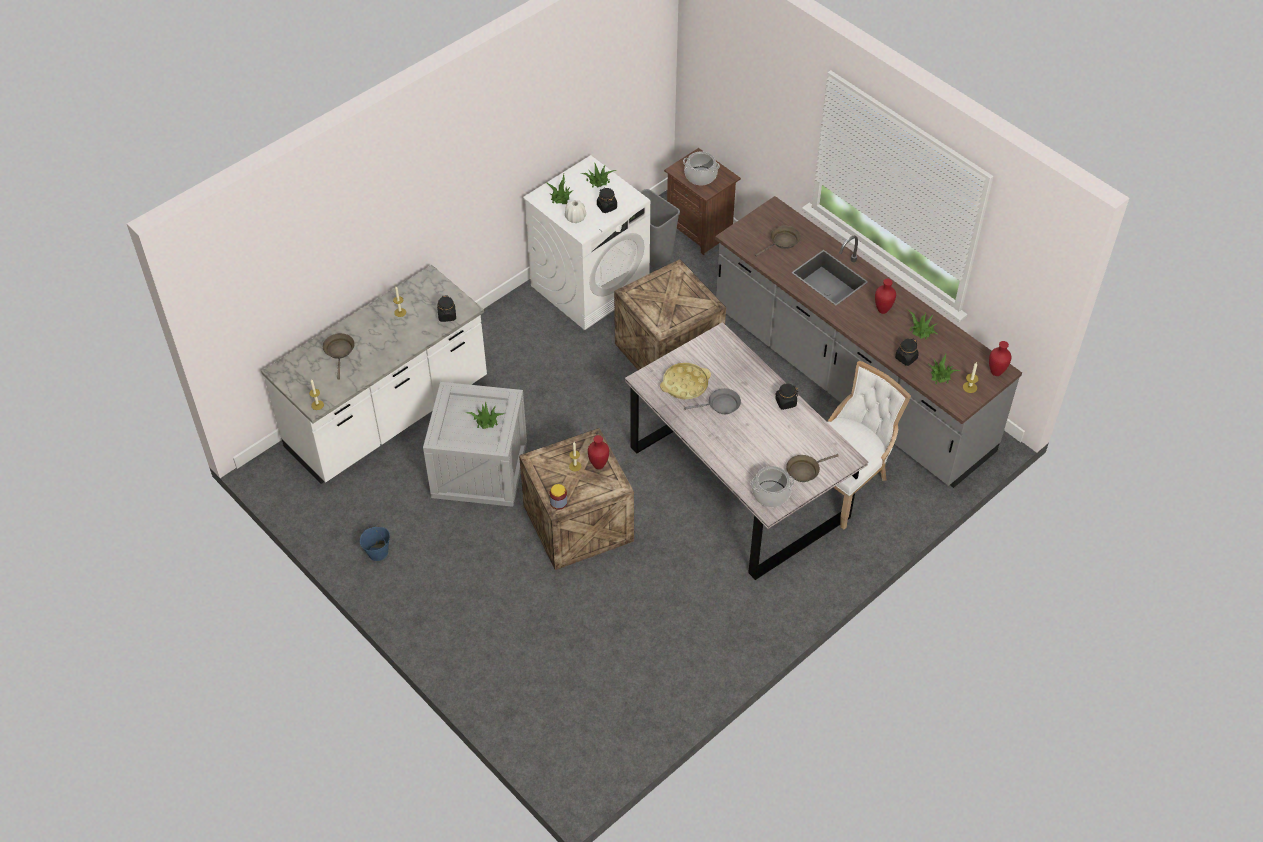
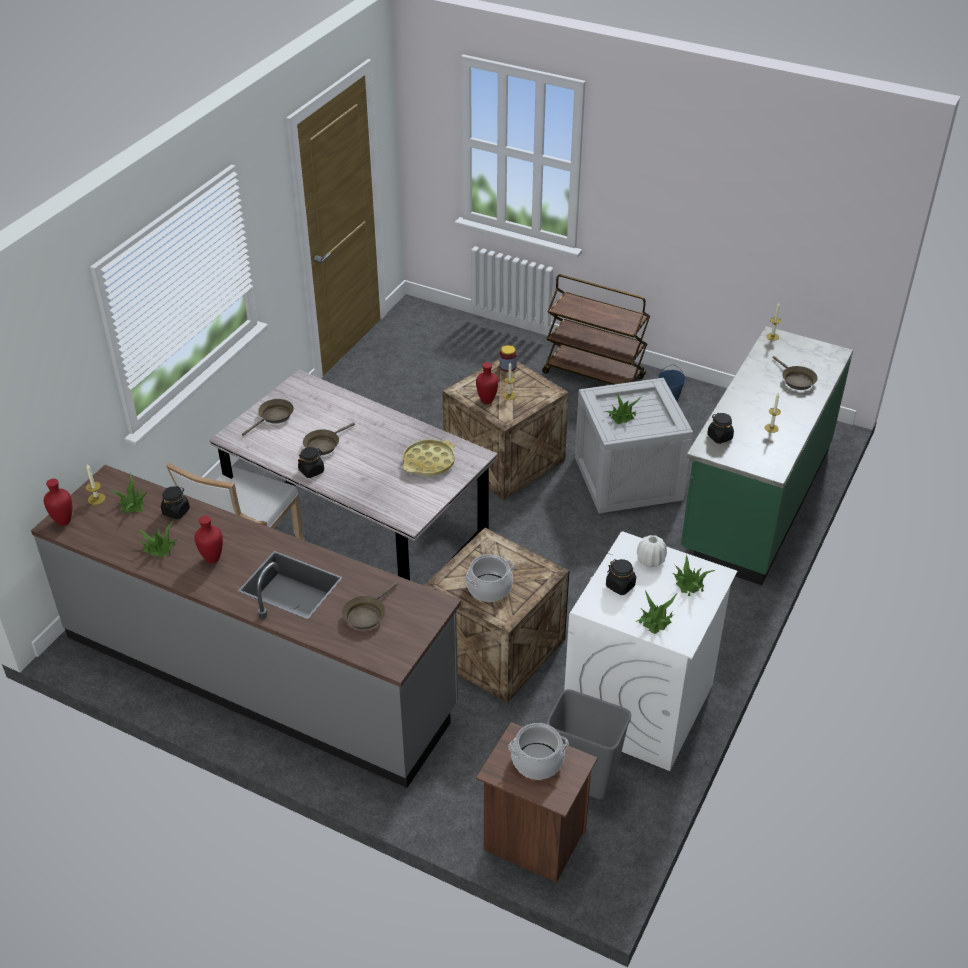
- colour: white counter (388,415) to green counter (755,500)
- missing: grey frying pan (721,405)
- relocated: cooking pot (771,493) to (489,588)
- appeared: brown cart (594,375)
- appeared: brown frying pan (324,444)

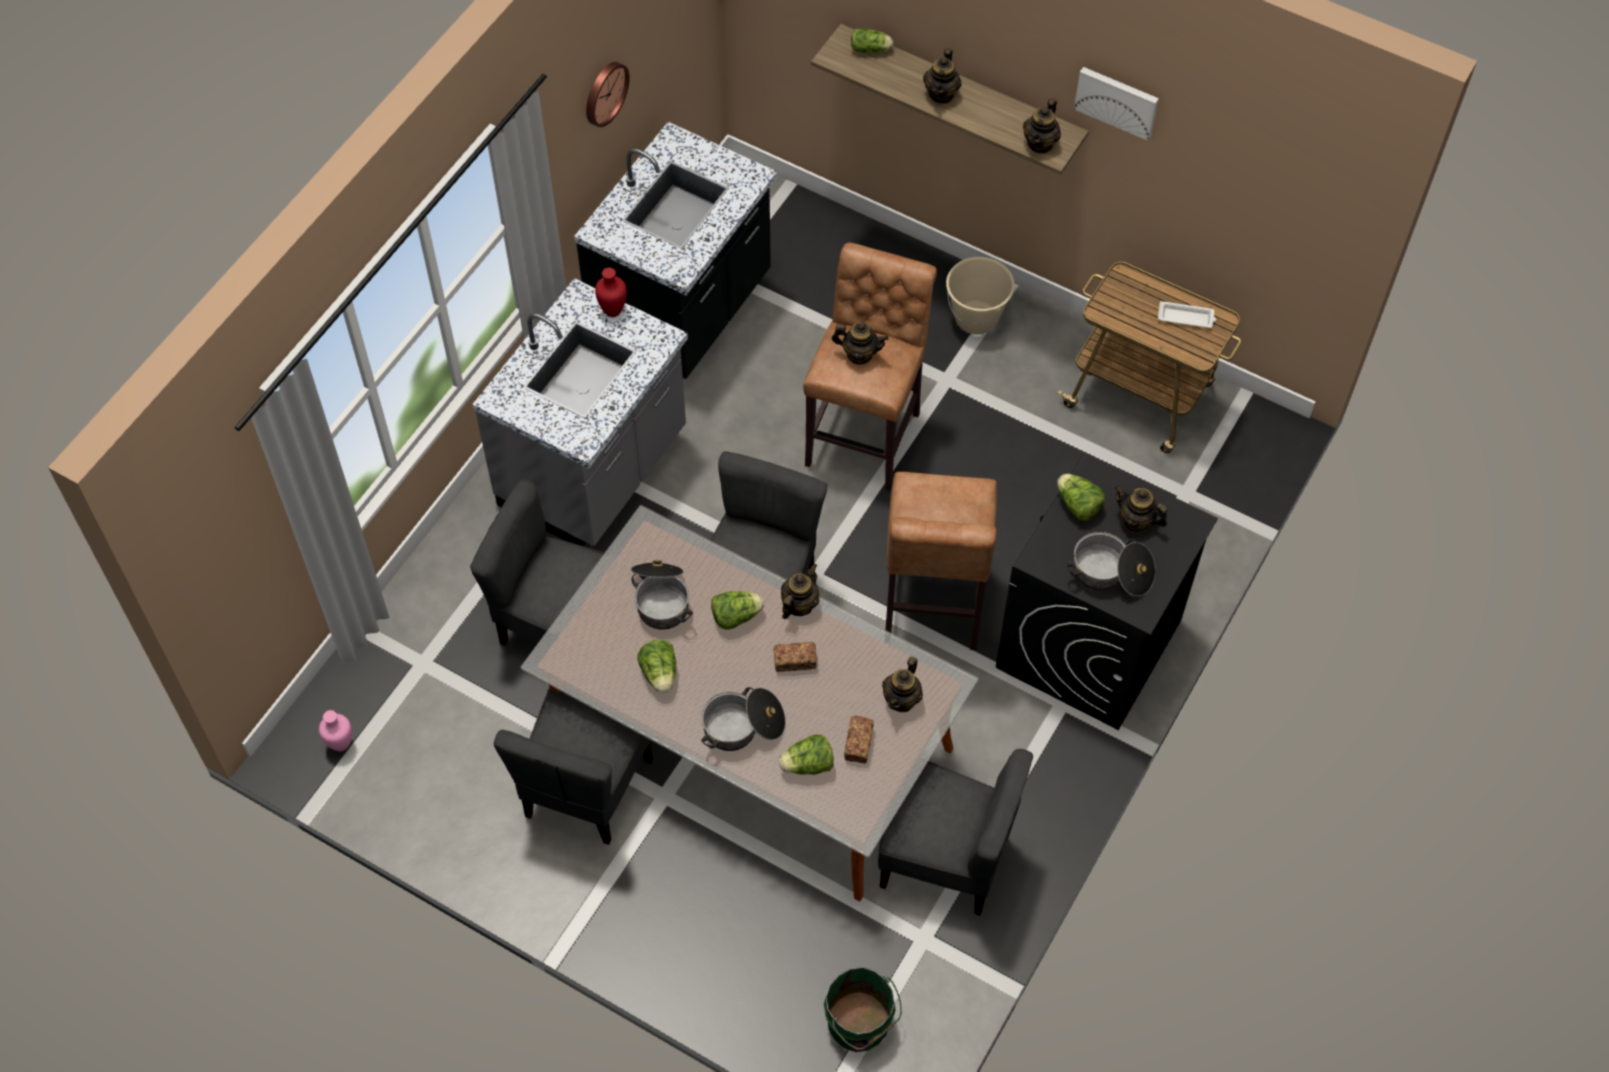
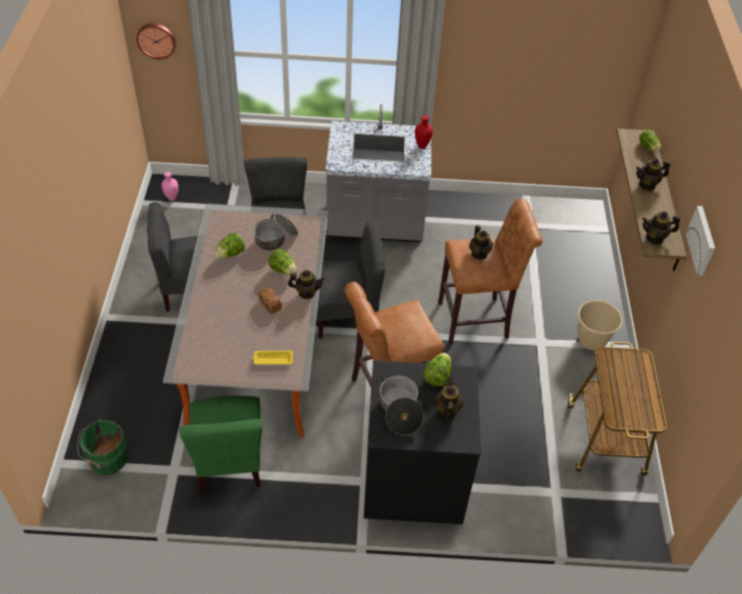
- relocated: wall clock (604,93) to (156,40)
- missing: black counter (684,313)
- missing: white tray (1186,318)
- exchanged: teapot (902,699) to yellow tray (272,359)
- missing: cooking pot (743,727)
- missing: bread (858,744)
- missing: lettuce (808,765)
- colour: grey chair (946,859) to green chair (229,461)

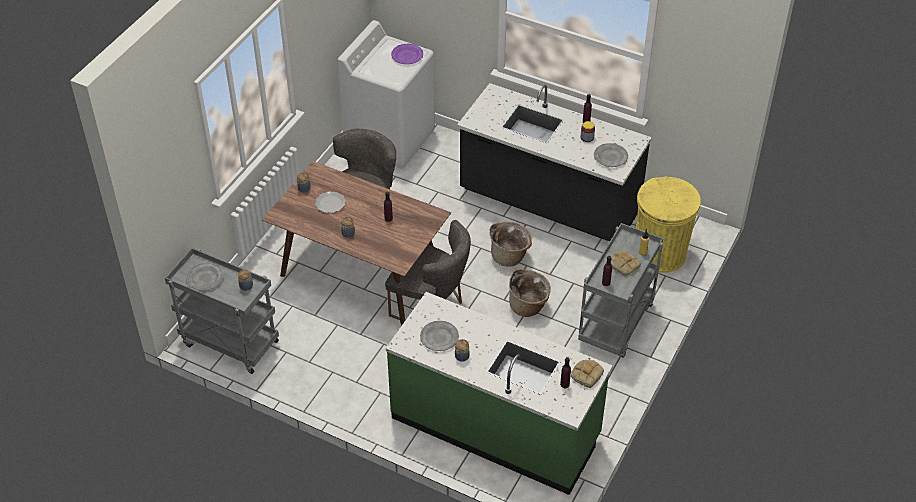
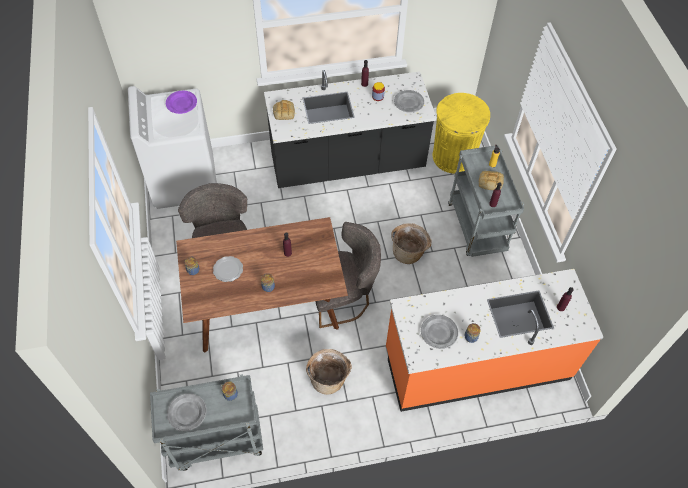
- relocated: basket (510,256) to (329,378)
- colour: green counter (496,427) to orange counter (476,363)
- relocated: bread (586,374) to (283,112)

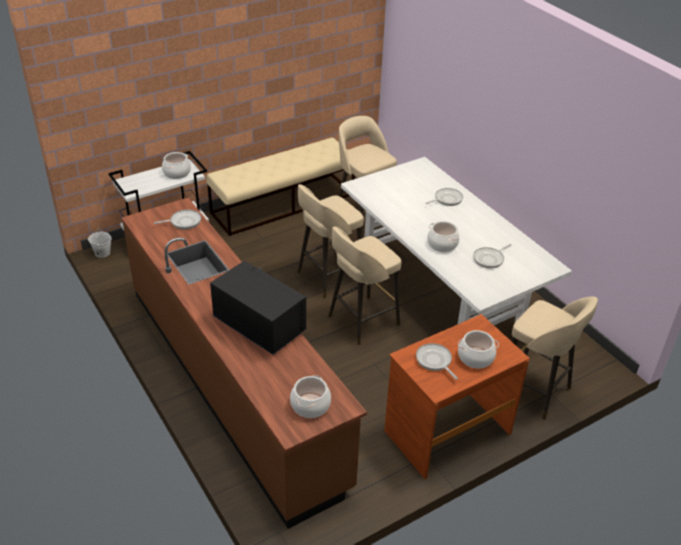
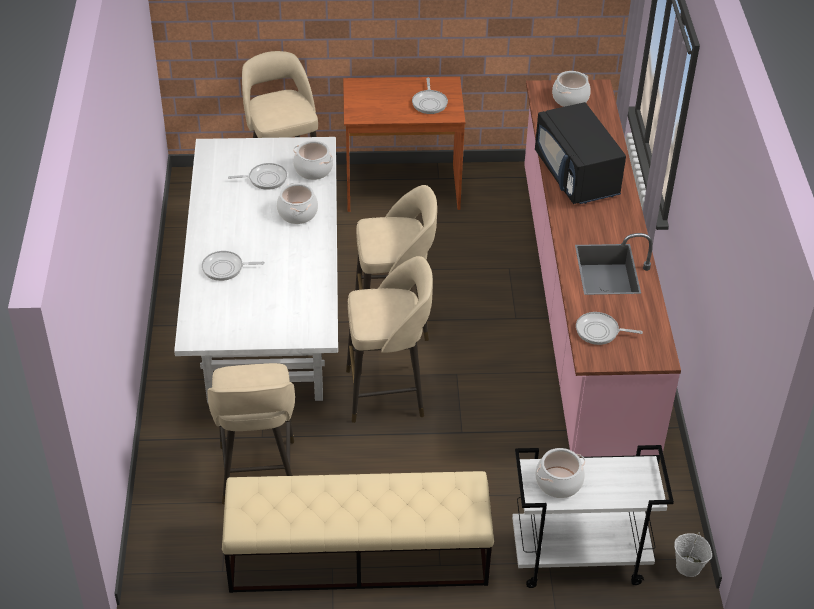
- colour: brown counter (234,382) to pink counter (581,306)
- relocated: cooking pot (475,357) to (313,169)

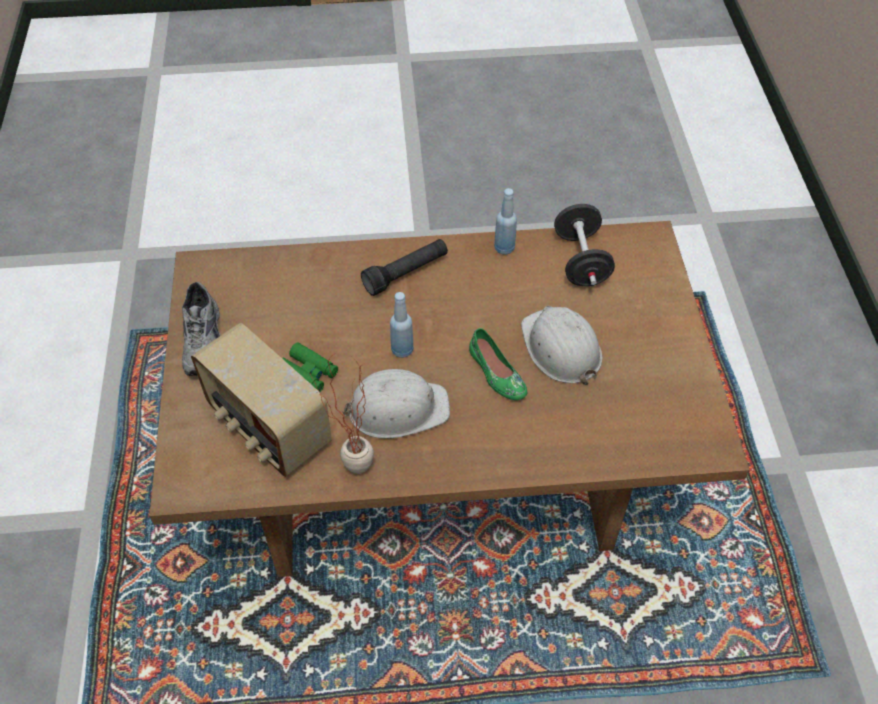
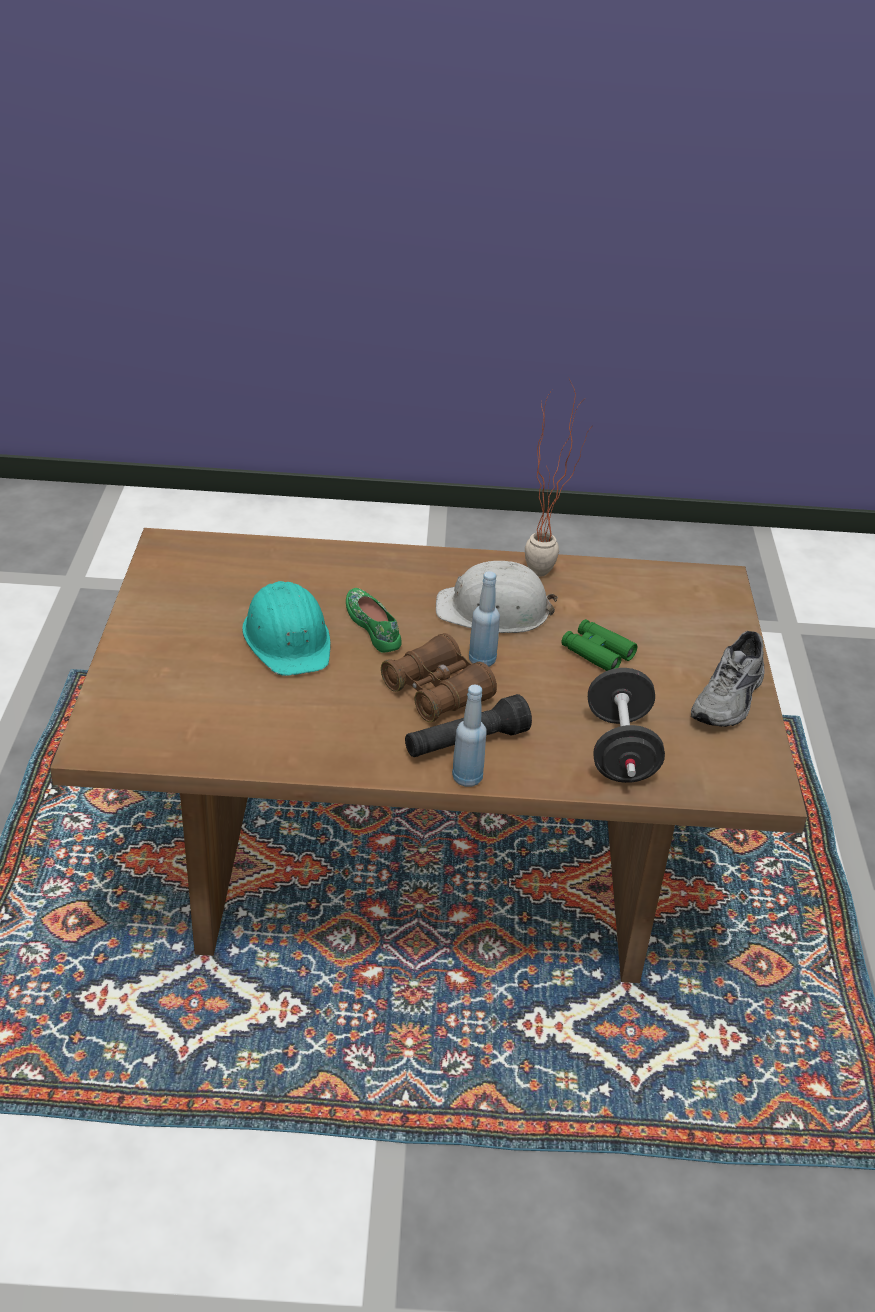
- relocated: blue bottle (504,248) to (467,778)
- relocated: black dumbbell (581,261) to (620,750)
- spun: grey shoe (205,340) = (730,699) 150 degrees counterclockwise
- colour: white hard hat (560,348) to turquoise hard hat (288,639)
- missing: radio (267,427)
- appeared: brown binoculars (437,692)

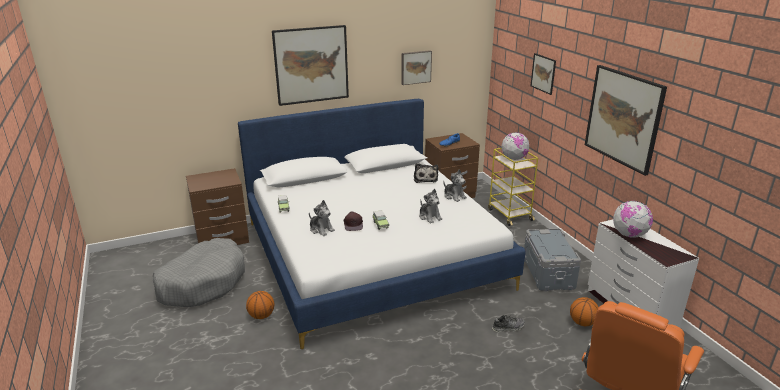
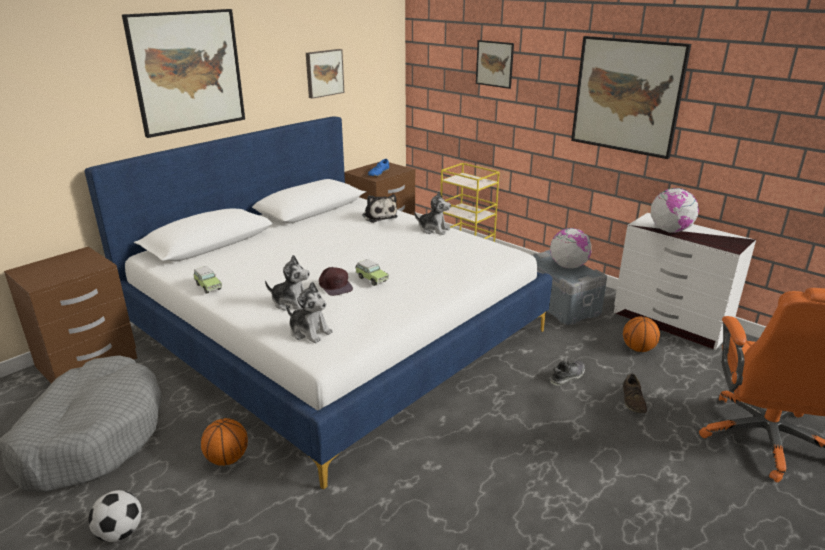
- relocated: globe (514,158) to (568,266)
- relocated: plush toy (429,217) to (309,332)
- appeared: brown shoe (633,400)
- appeared: football (120,533)

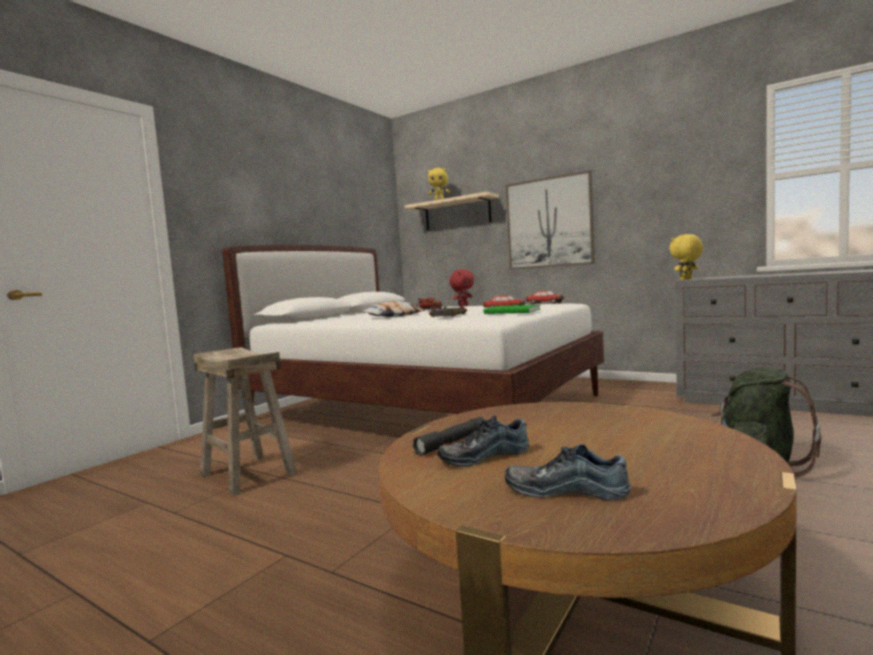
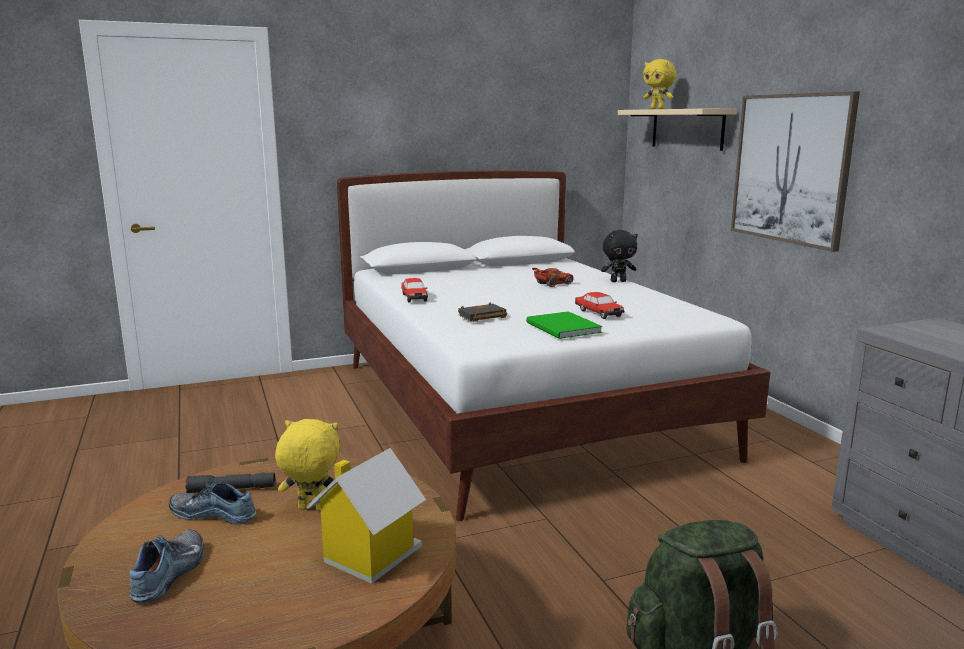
- relocated: yellow plush toy (686,279) to (311,509)
- colour: red plush toy (463,306) to black plush toy (618,281)
- relocated: toy car (544,303) to (414,297)
- missing: pillow (393,316)
- missing: beige stool (248,473)
- spun: shoe (566,489) = (171,573) 45 degrees clockwise
- appeared: toy house (369,555)

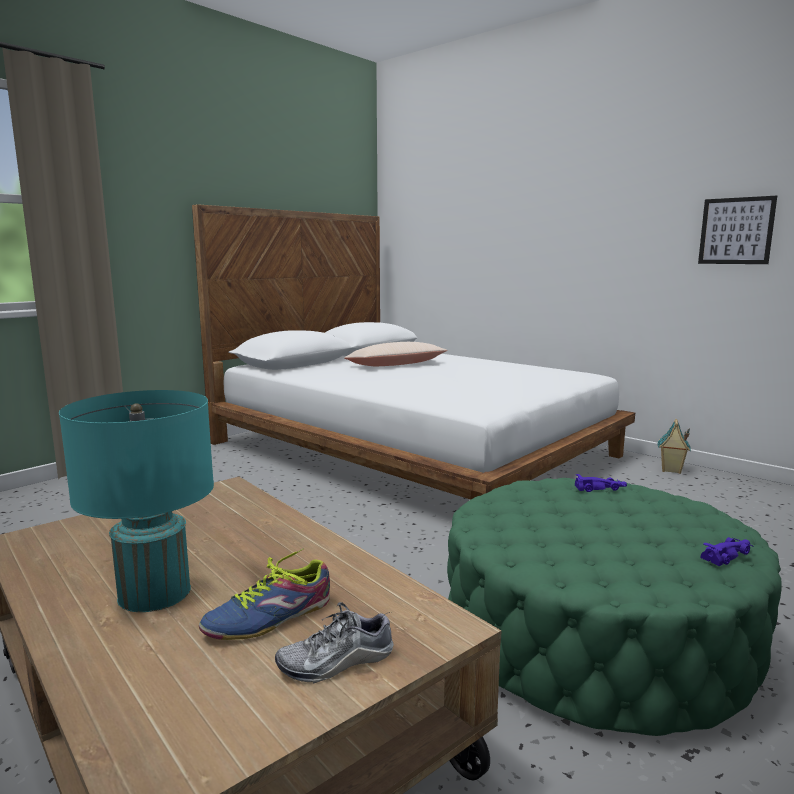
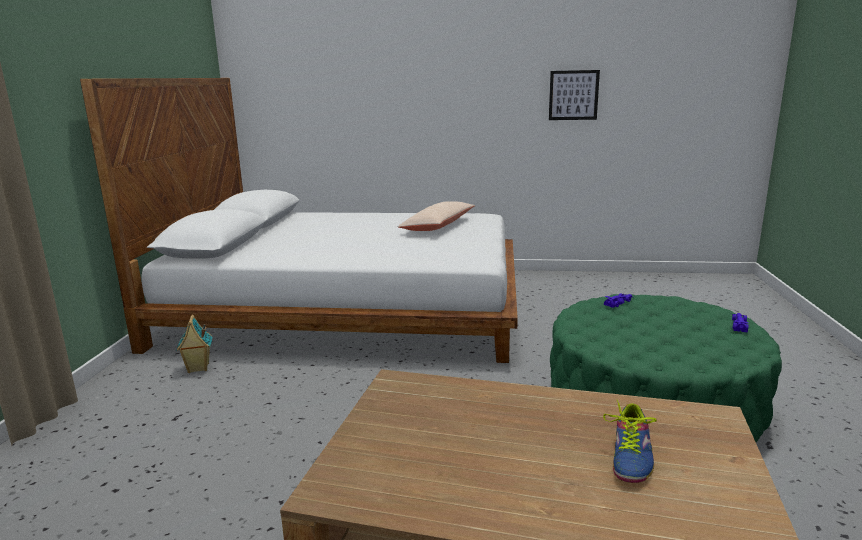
- relocated: beige pillow (395,365) to (438,226)
- missing: turquoise table lamp (154,593)
- relocated: toy house (671,470) to (198,368)
- missing: shoe (336,662)

